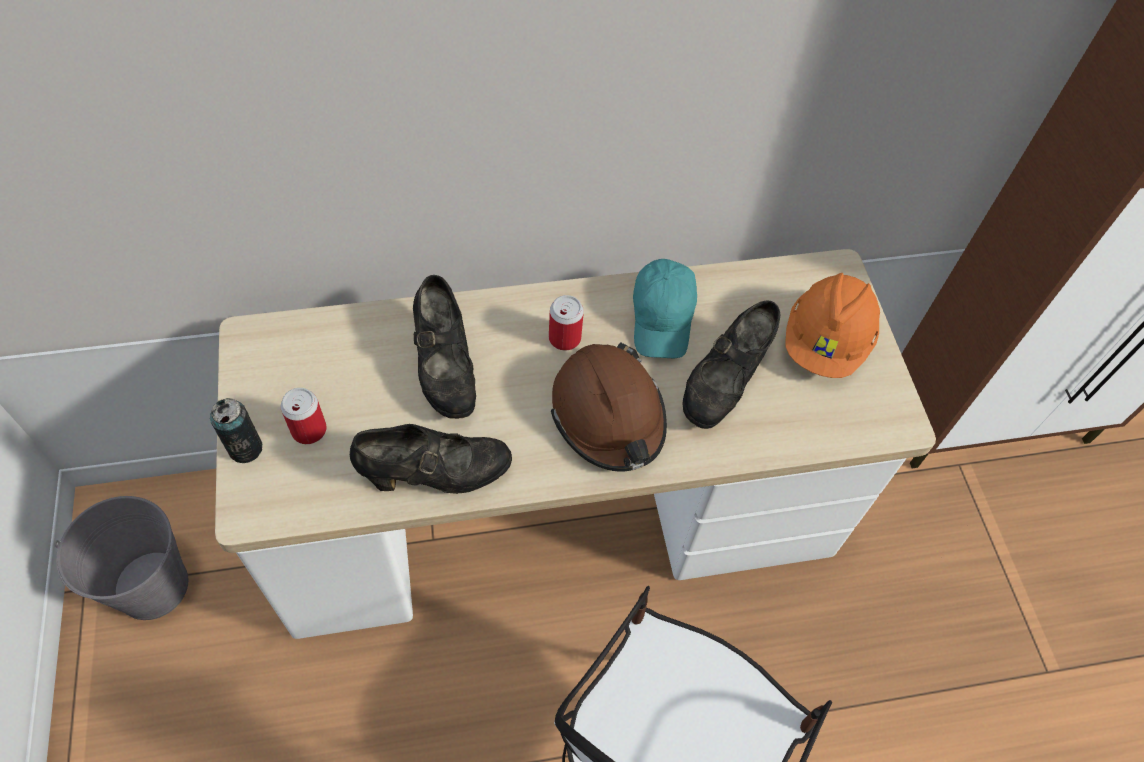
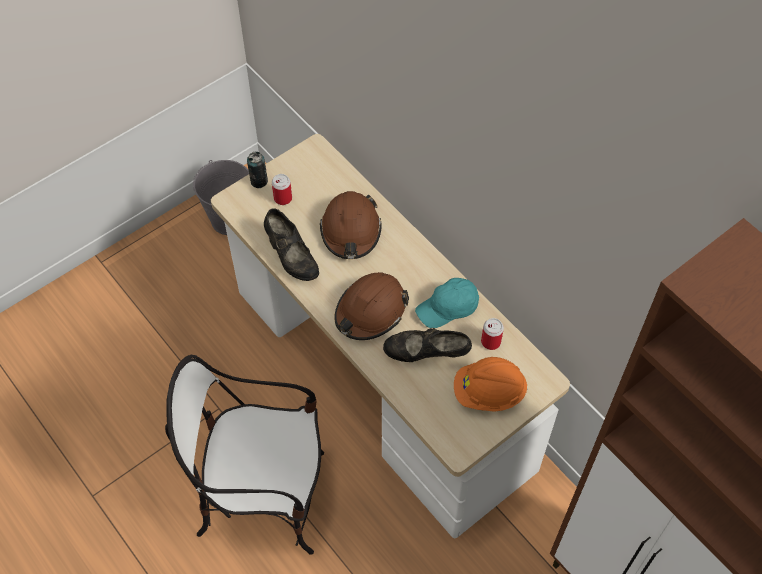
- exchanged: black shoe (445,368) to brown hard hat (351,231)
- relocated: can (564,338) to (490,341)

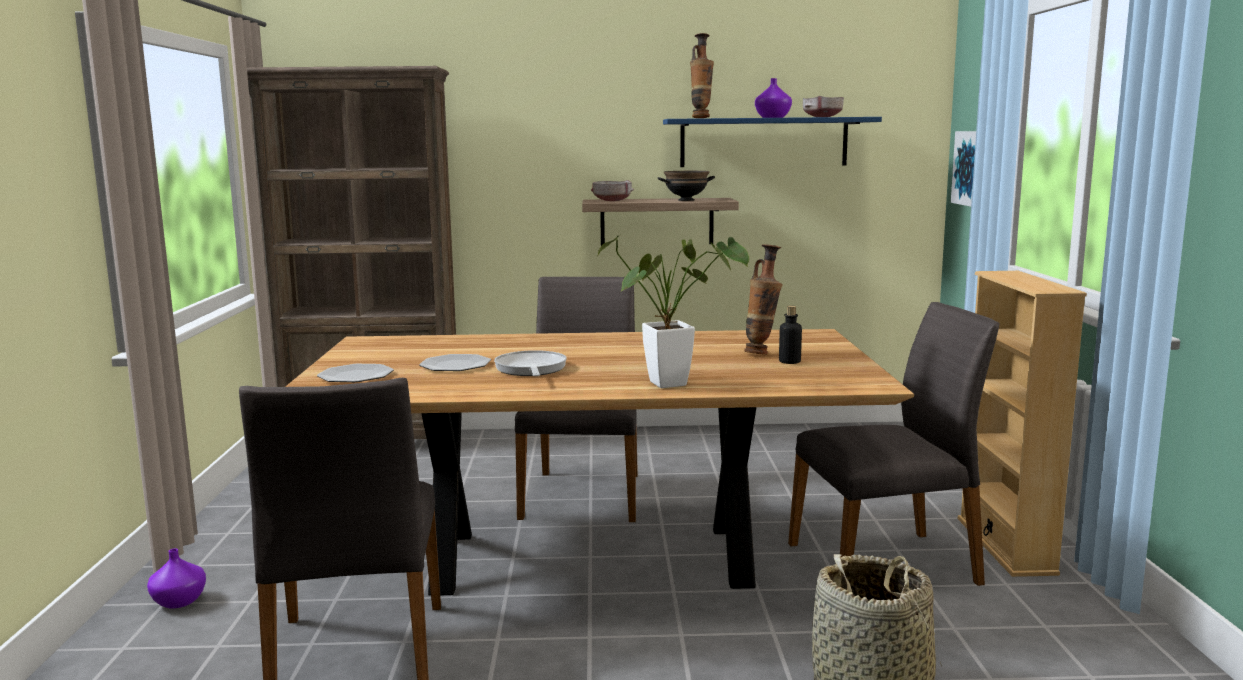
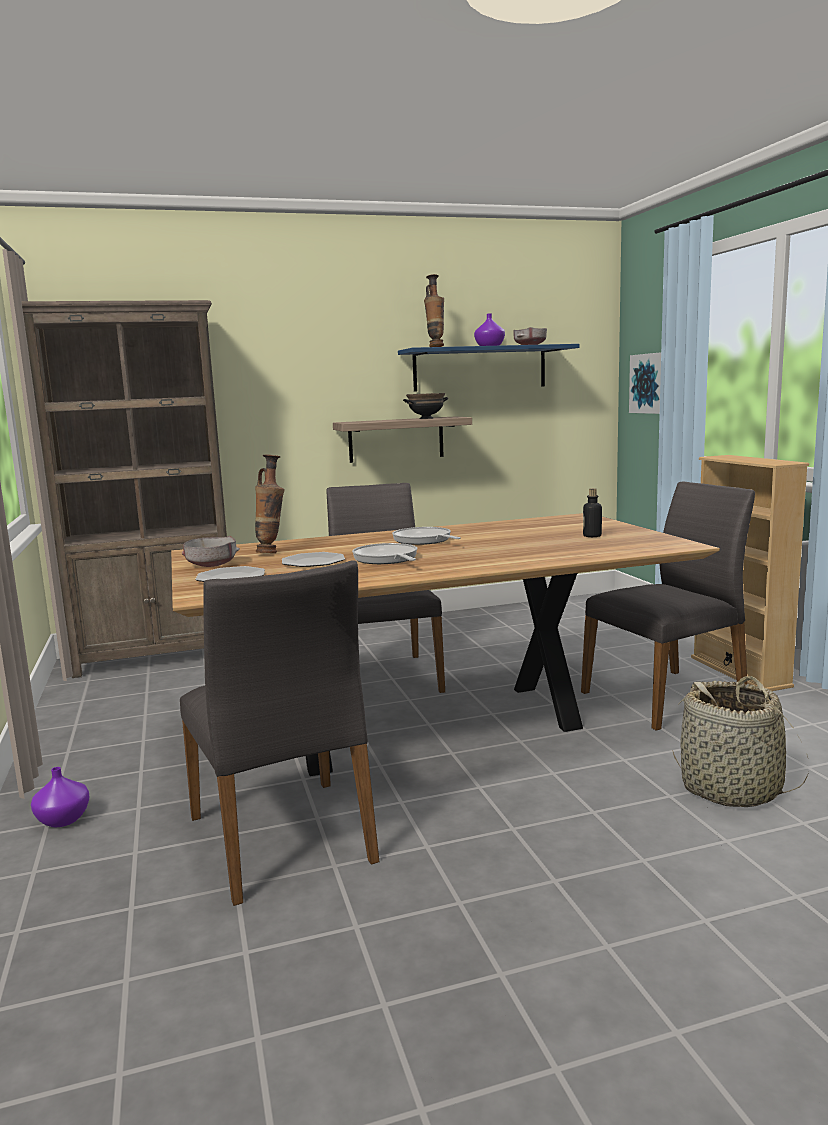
- relocated: grey bowl (612,200) to (211,565)
- missing: potted plant (677,383)
- relocated: vase (762,353) to (272,552)
- appeared: frying pan (424,540)

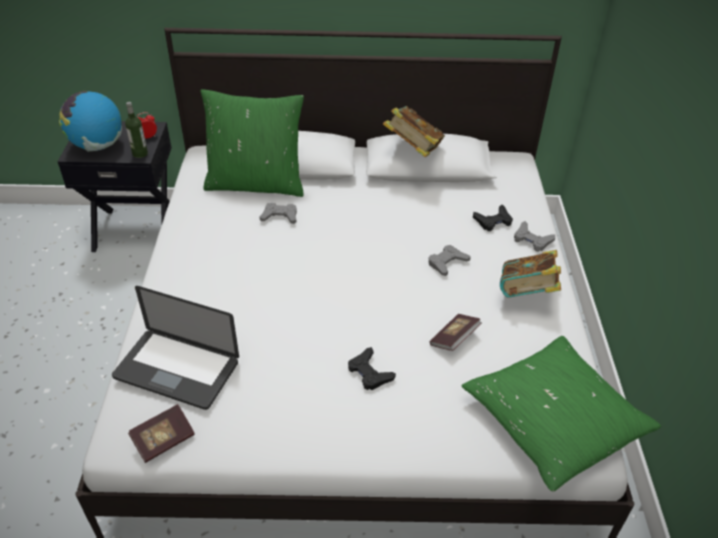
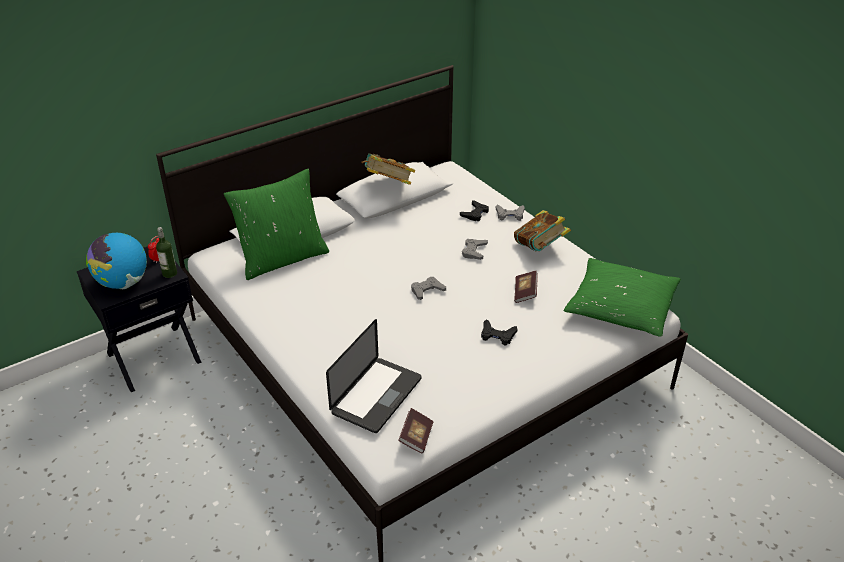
- relocated: grey game controller (280,216) to (427,291)
- spun: laptop (177,370) = (376,396) 45 degrees counterclockwise

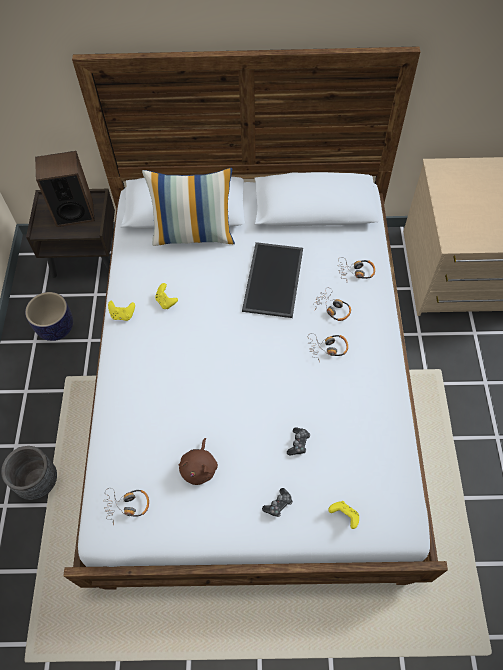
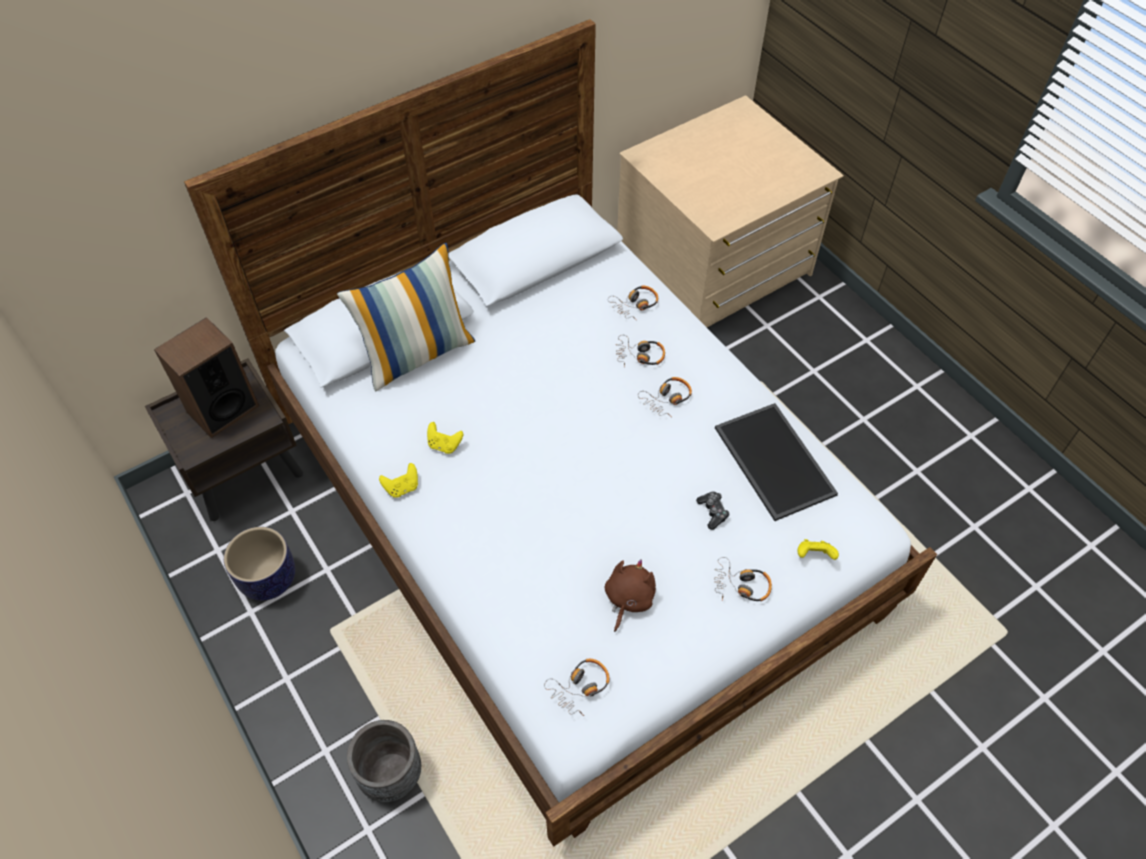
- relocated: tray (272,278) to (772,460)
- spun: brown plush toy (199,467) = (628,599) 135 degrees counterclockwise
- exchanged: game controller (278,505) to headphones (741,585)

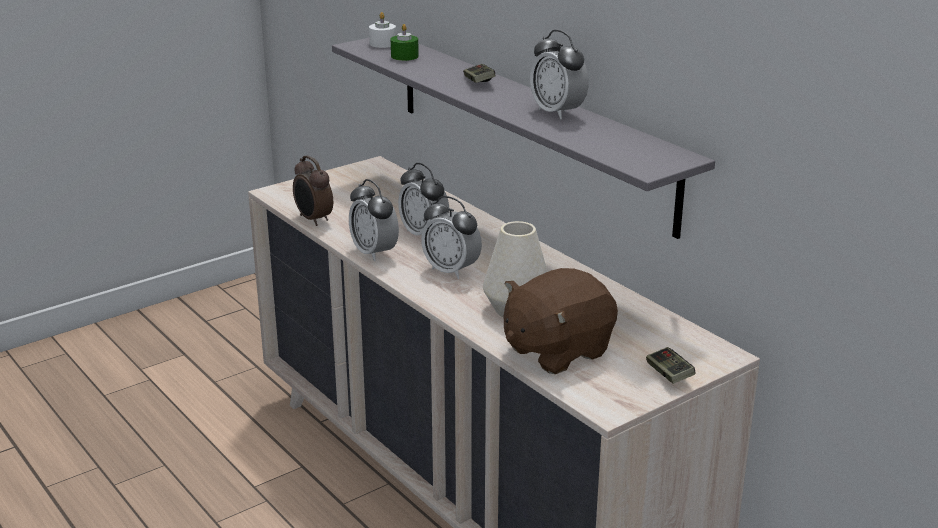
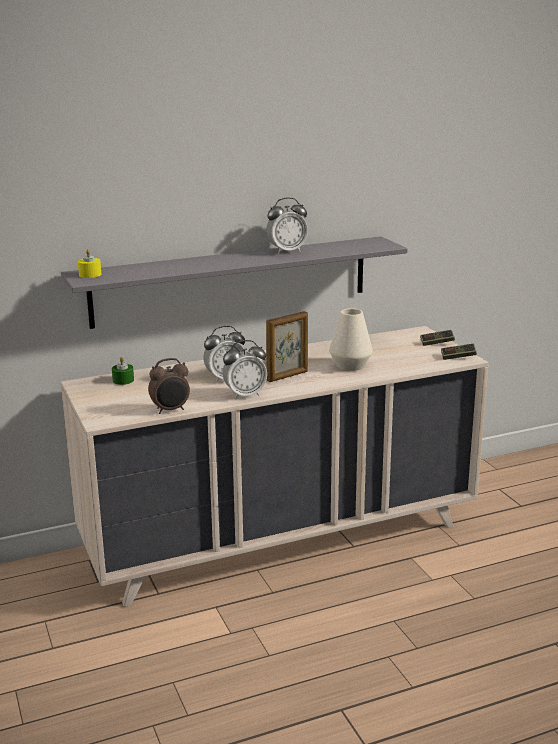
- colour: white candle (382,43) to yellow candle (90,274)
- relocated: green candle (404,56) to (123,380)
- relocated: game controller (479,82) to (458,357)
- exchanged: alarm clock (451,270) to picture frame (288,376)
- missing: brown plush toy (556,350)

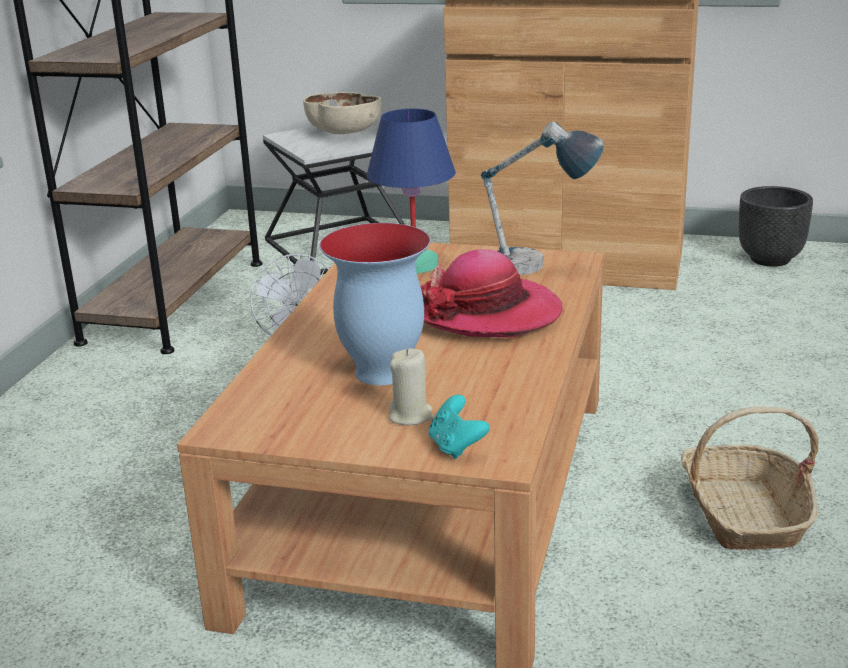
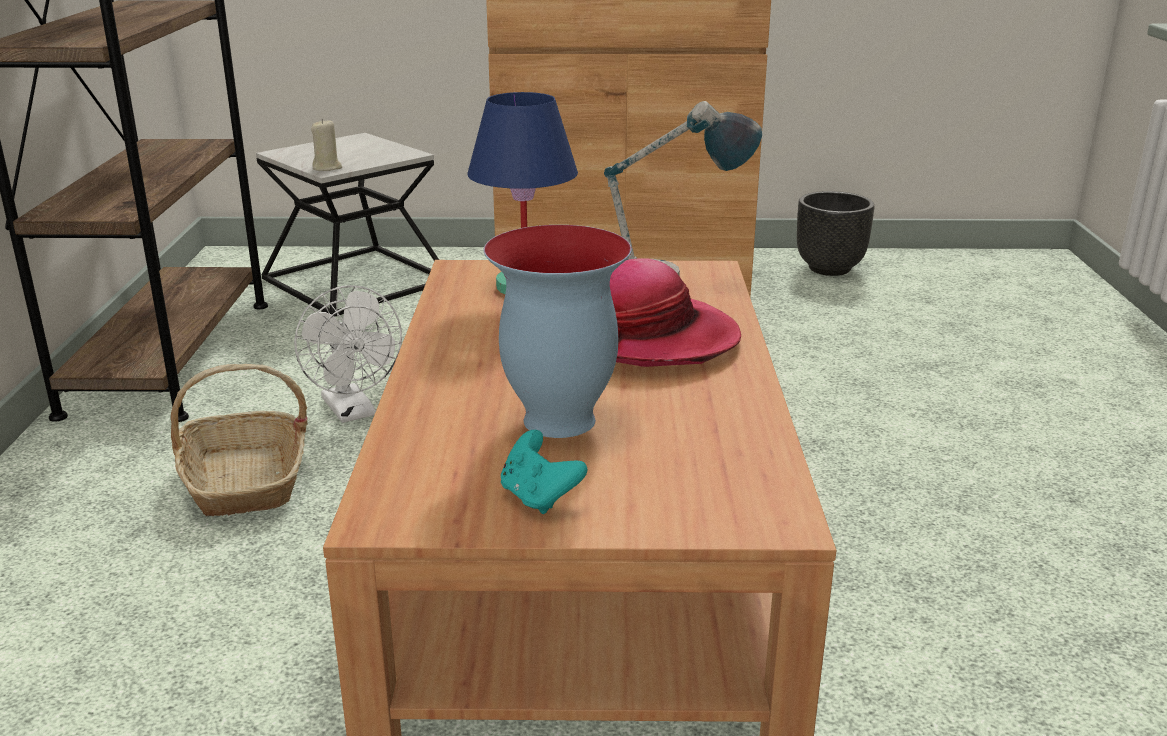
- missing: beige bowl (343,133)
- relocated: beige candle (411,416) to (327,168)
- relocated: turquoise game controller (456,446) to (539,497)
- relocated: basket (744,514) to (245,481)

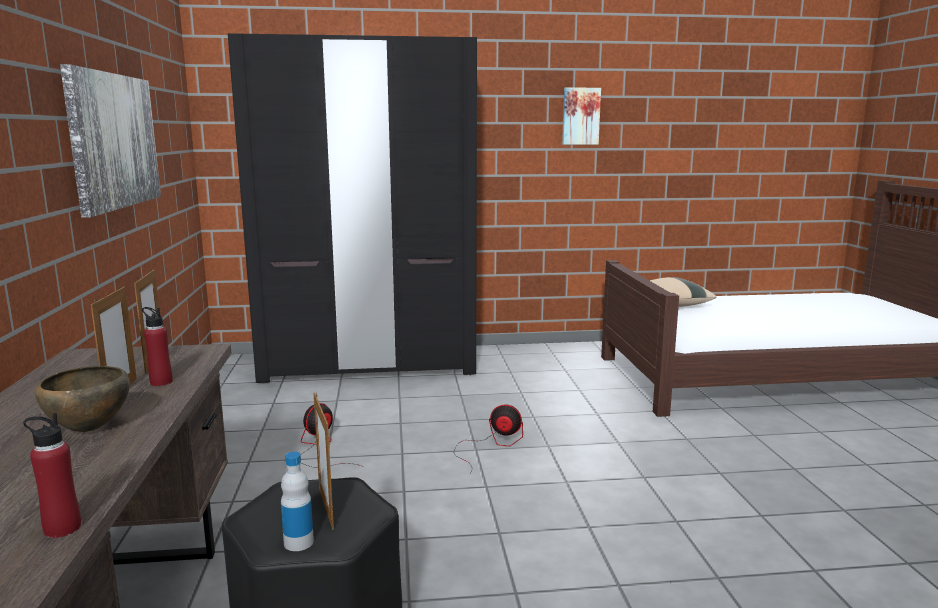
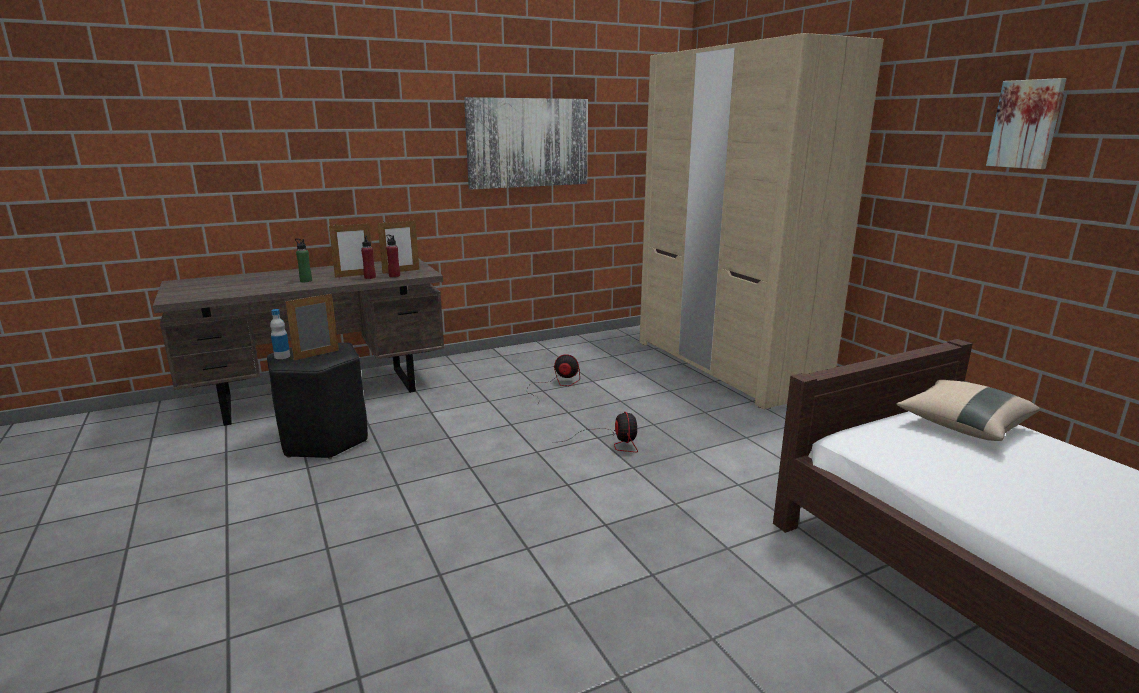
- colour: black wardrobe (369,364) to beige wardrobe (726,365)
- exchanged: brown bowl (88,430) to green bottle (306,281)
- relocated: red bottle (62,528) to (394,276)

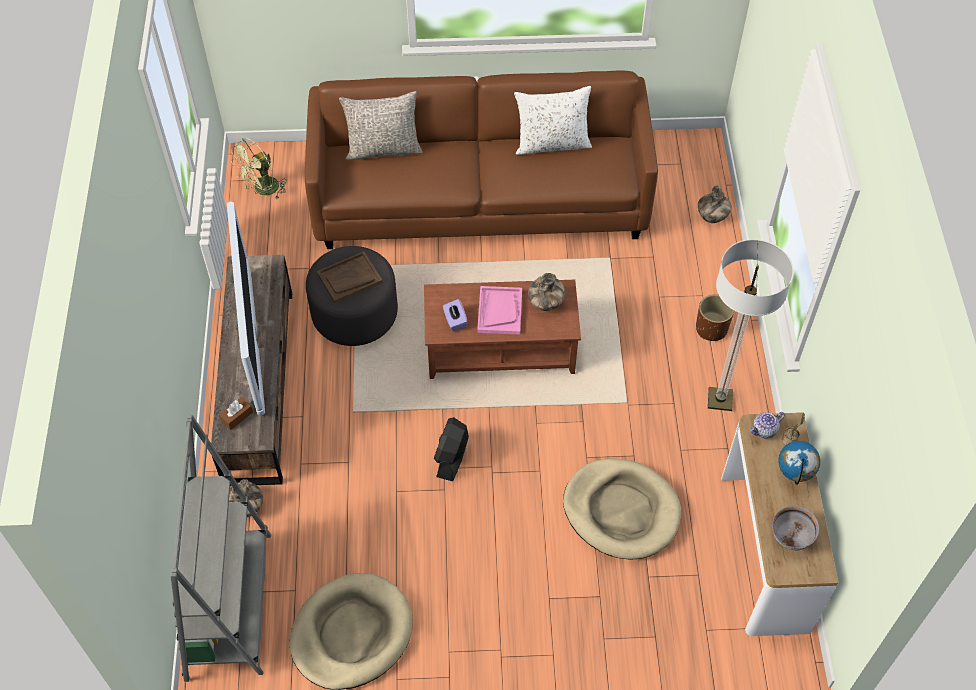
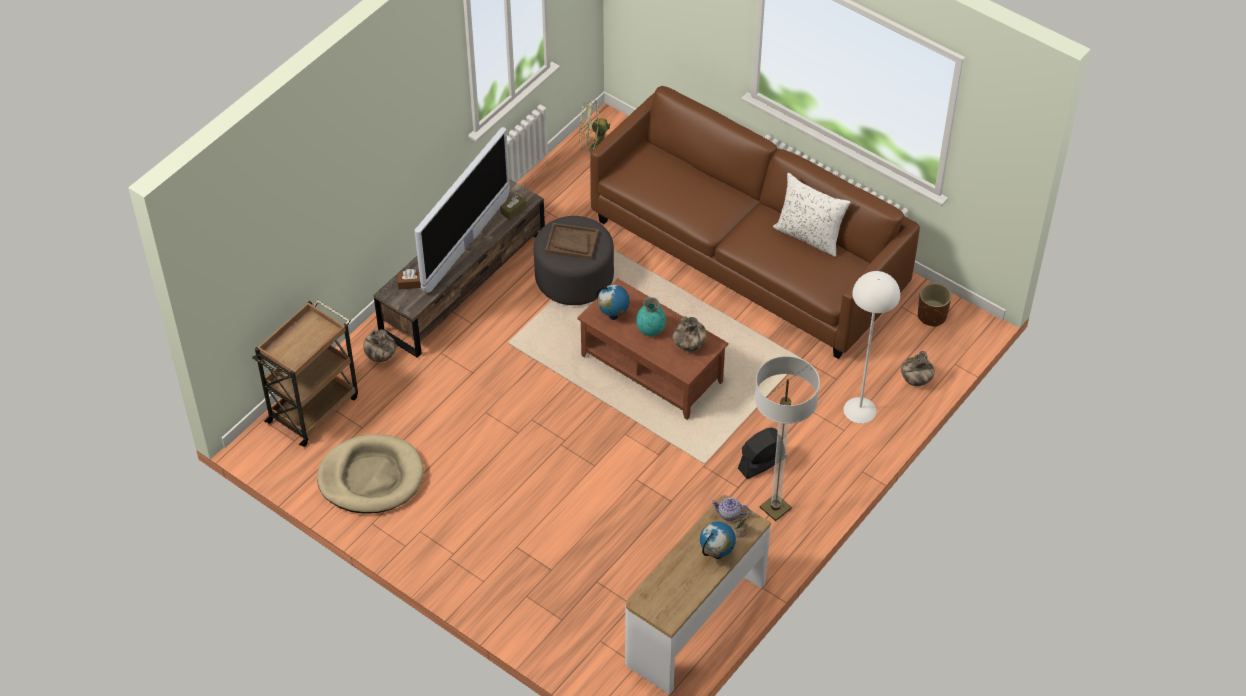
- missing: grey pillow (383,149)
- exchanged: pink tray (499,311) to turquoise vase (651,329)
- relocated: brown planter (711,329) to (932,316)
- exchanged: purple tissue box (455,321) to globe (613,315)
- exchanged: grey bookcase (229,605) to brown cart (314,408)
- relocated: black fan (452,457) to (761,463)
- missing: beige dog bed (621,510)
- missing: grey bowl (791,538)
- appeared: brown tissue box (513,210)
- appeared: white floor lamp (859,410)

